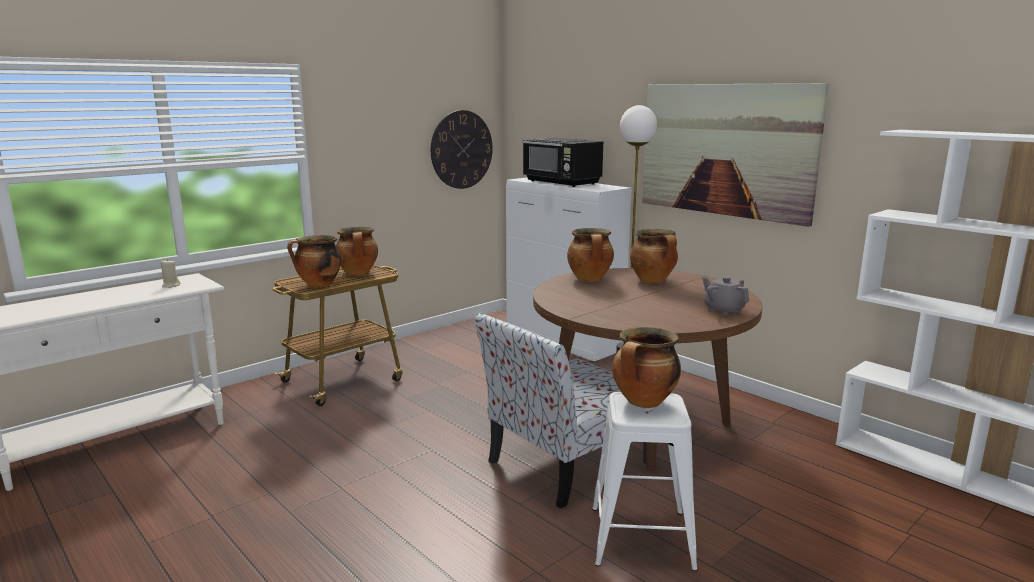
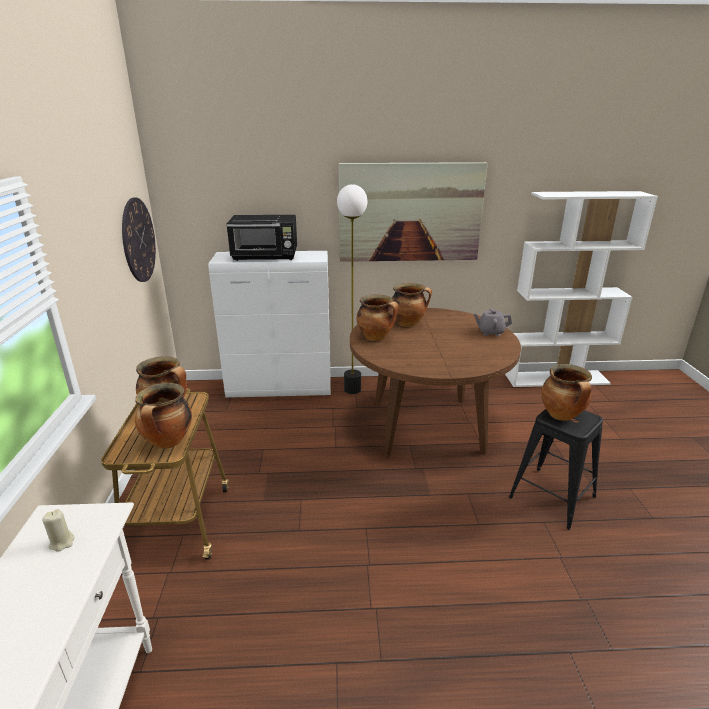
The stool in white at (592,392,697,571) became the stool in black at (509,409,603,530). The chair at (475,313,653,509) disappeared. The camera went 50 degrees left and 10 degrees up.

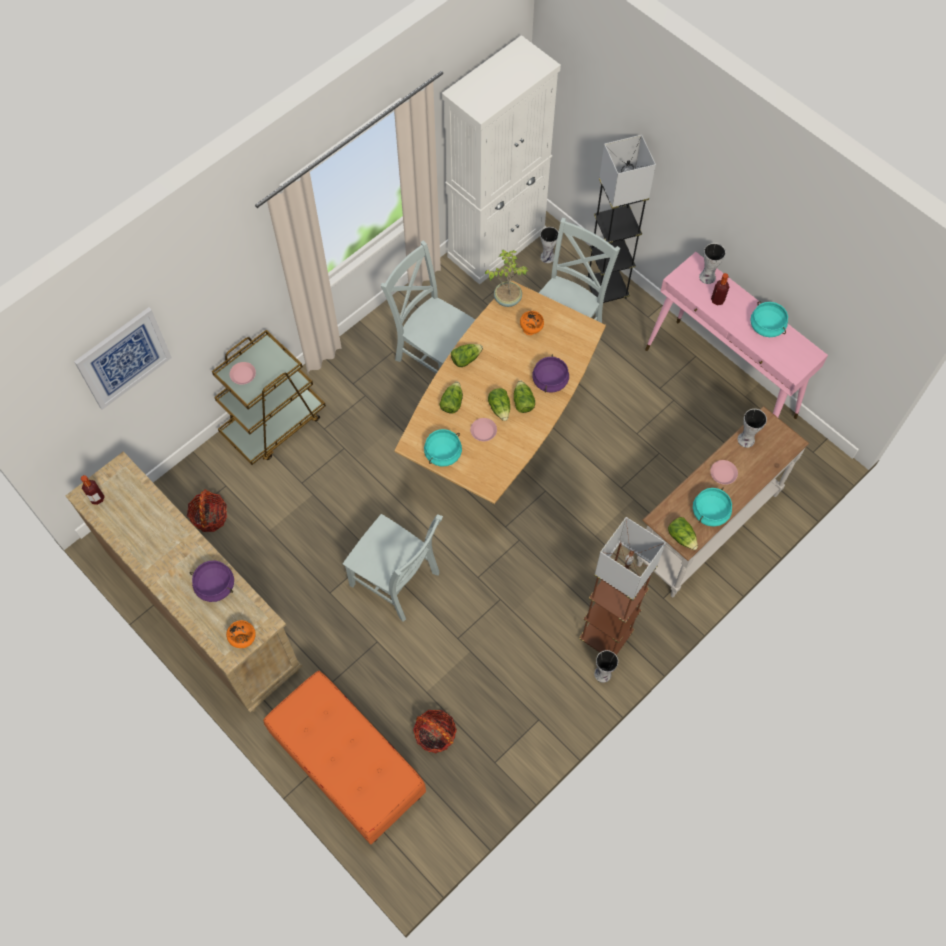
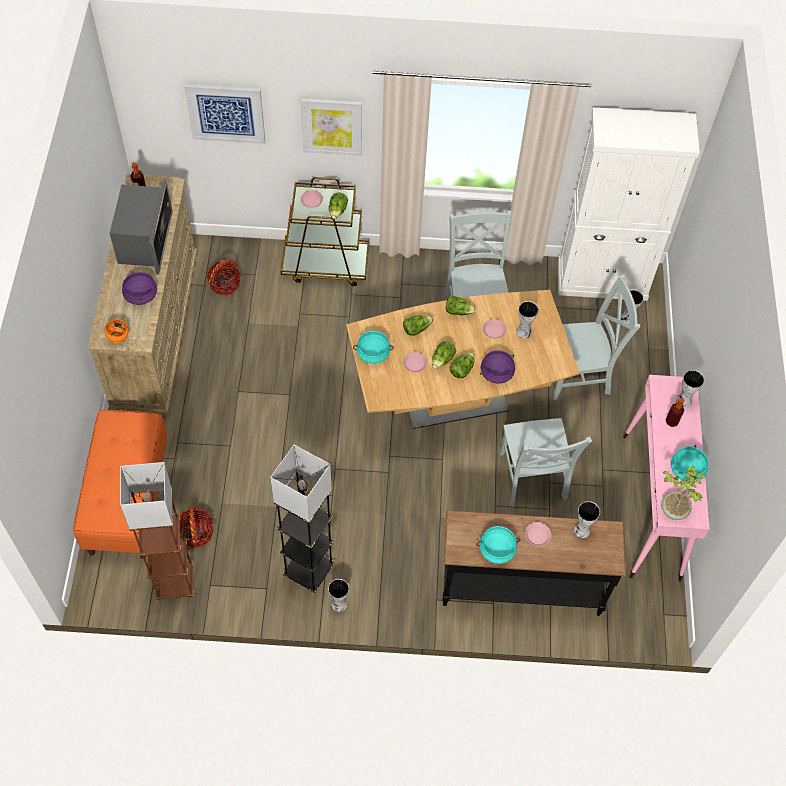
The microwave at (110,179,173,275) appeared. The floor lamp in brown moved from (579,517,666,655) to (120,462,194,600). The floor lamp in grey moved from (587,135,656,303) to (270,445,335,593). The picture at (301,98,362,156) appeared. The lettuce moved from (668,517,698,550) to (329,192,348,219). The console table in white at (637,406,809,597) became the console table in black at (443,510,626,616). The plate in pink at (483,319,507,339) appeared. The chair in grey moved from (343,514,443,622) to (499,418,592,507). The bowl in orange at (520,311,544,335) was replaced by the vase at (516,301,539,339). The potted plant moved from (485,250,528,307) to (661,466,706,520). The camera went 45 degrees right and 5 degrees down.

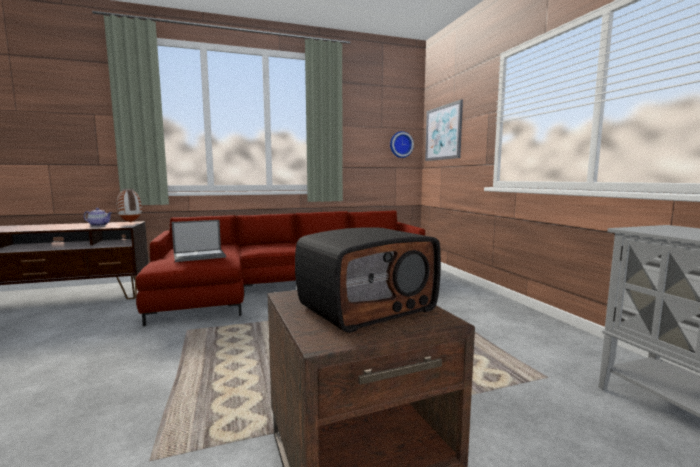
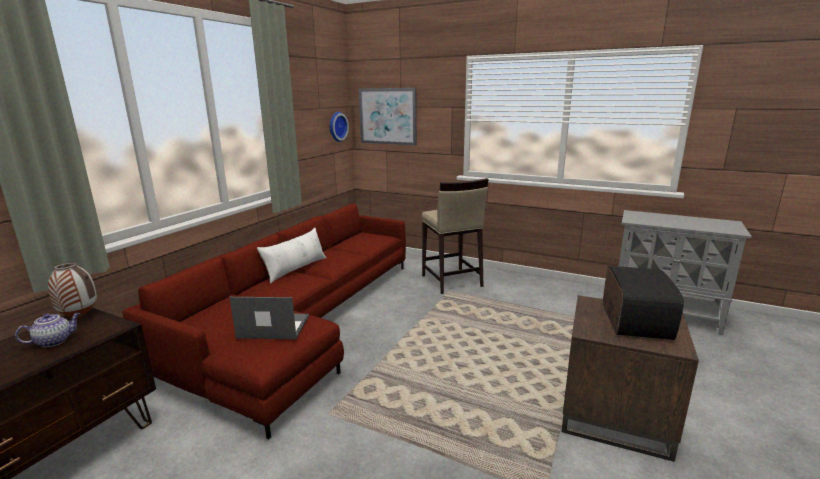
The laptop at (171,220,226,262) turned 105 degrees counterclockwise. The pillow in white at (257,228,326,284) appeared. The stool in beige at (422,178,489,294) appeared. The camera went 45 degrees left and 10 degrees up.

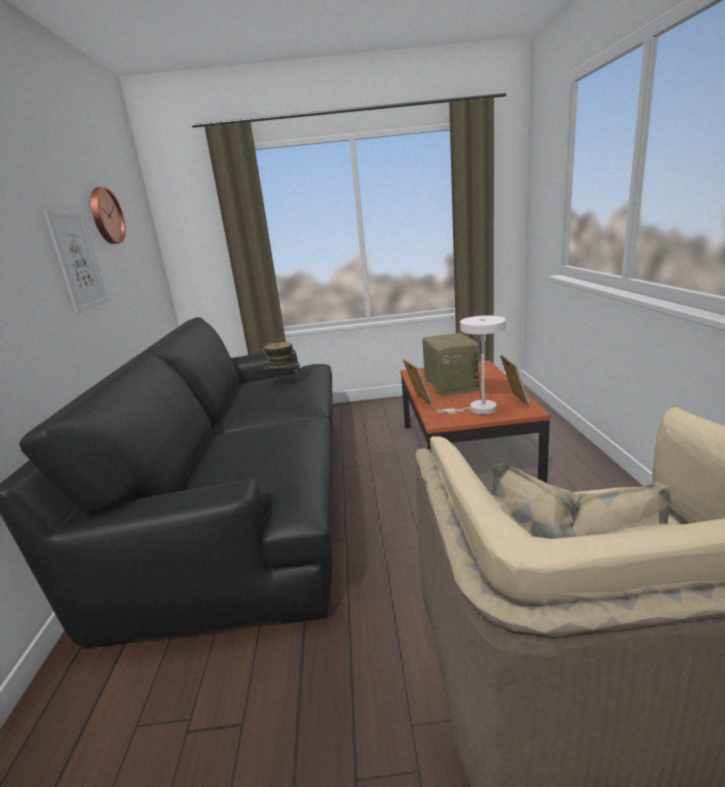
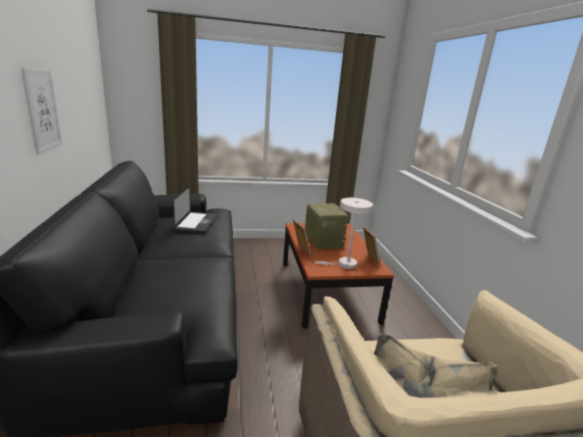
The hat at (262,338,302,380) was replaced by the laptop at (173,186,217,233). The wall clock at (91,187,126,244) disappeared. The camera went 10 degrees left and 0 degrees up.

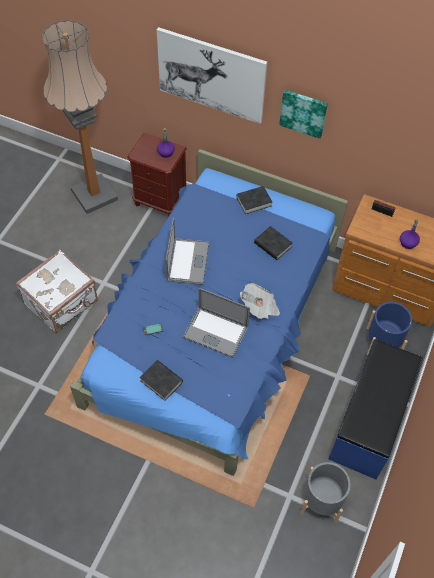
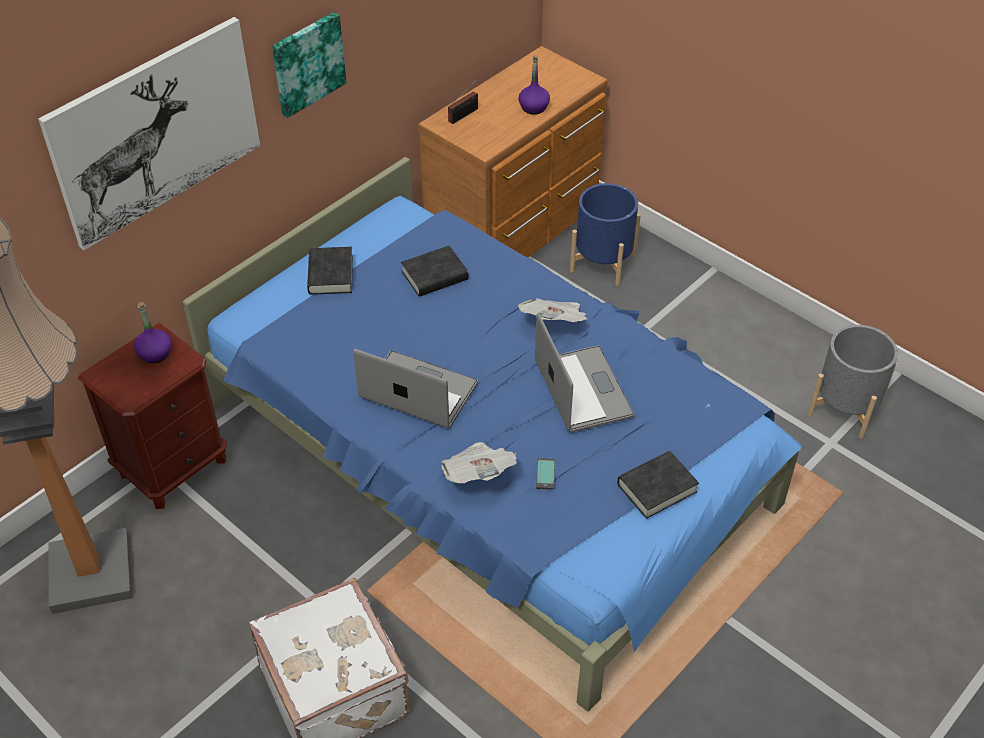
The newspaper at (441,442,517,483) appeared. The laptop at (183,288,250,358) turned 60 degrees counterclockwise. The bench in blue at (329,339,423,479) disappeared. The camera went 70 degrees left and 10 degrees down.

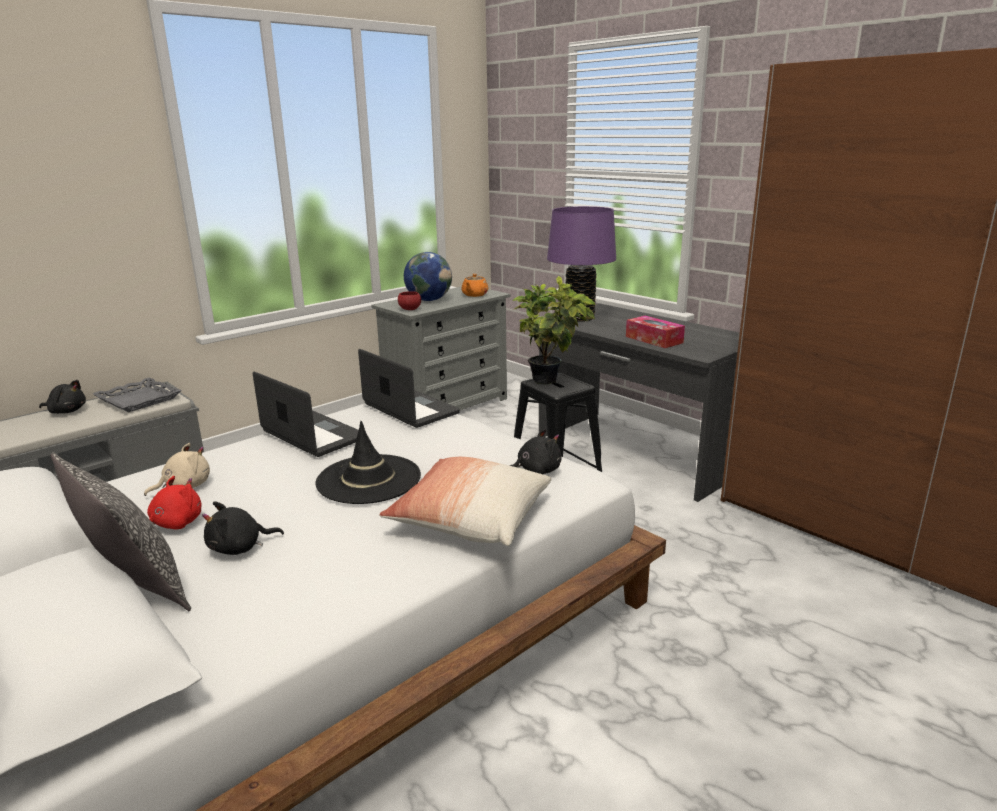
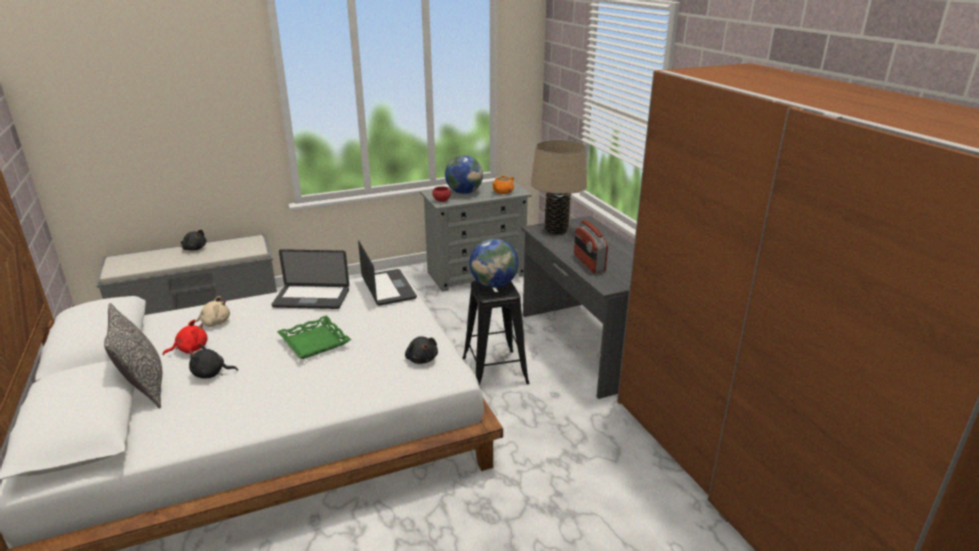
The laptop at (253,372,367,457) turned 120 degrees clockwise. The hat in black at (315,421,421,504) was replaced by the tray in green at (277,316,351,359). The plush toy in black at (509,429,561,474) turned 60 degrees clockwise. The potted plant at (512,276,595,384) was replaced by the globe at (469,238,519,288). The table lamp in purple at (547,206,616,322) became the table lamp in beige at (531,140,587,234). The tissue box at (626,316,685,348) was replaced by the radio at (574,220,608,273). The tray in grey at (93,378,182,412) disappeared. The pillow at (379,457,551,546) disappeared. The camera went 20 degrees right and 5 degrees up.

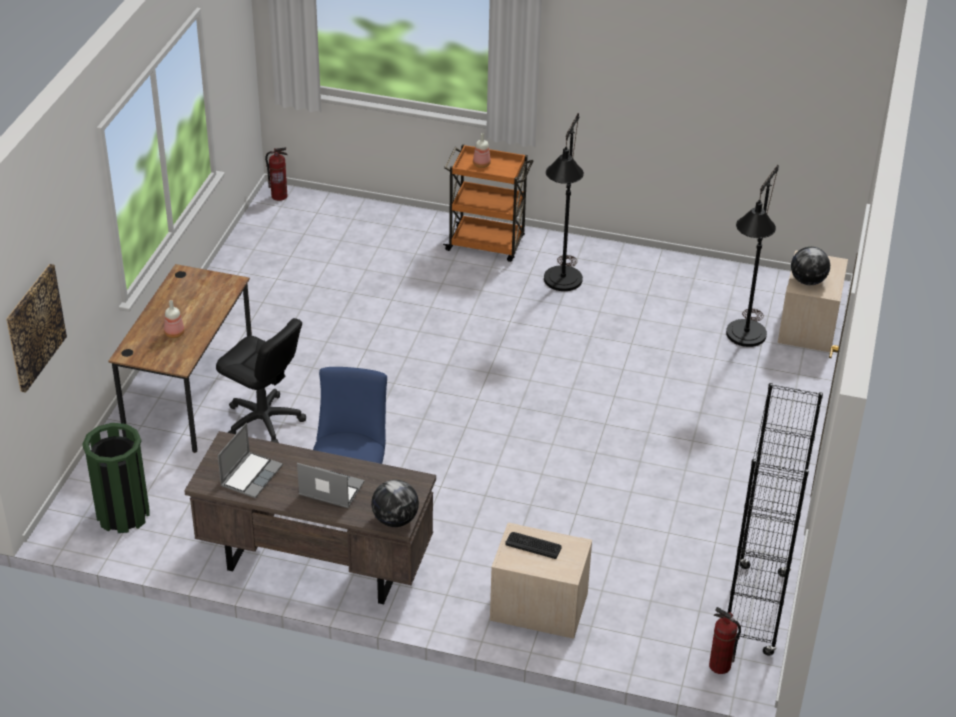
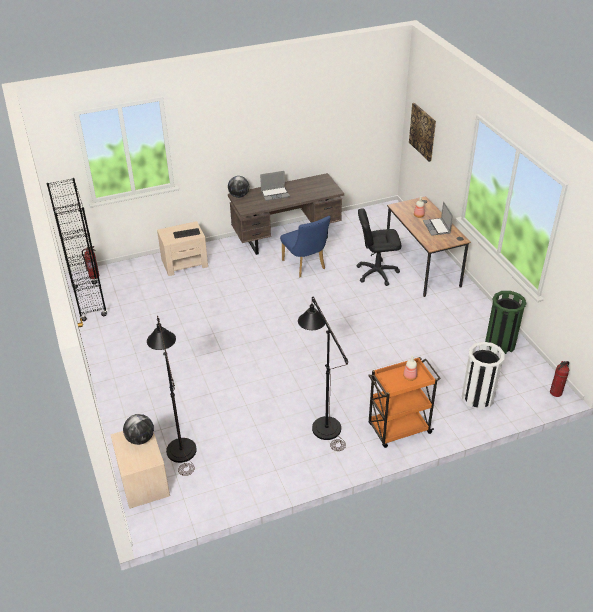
The laptop moved from (218,423,283,498) to (423,201,453,236). The trash can in white at (462,342,505,409) appeared. The trash can in green moved from (82,423,150,533) to (485,291,526,354). The camera went 145 degrees right and 0 degrees up.

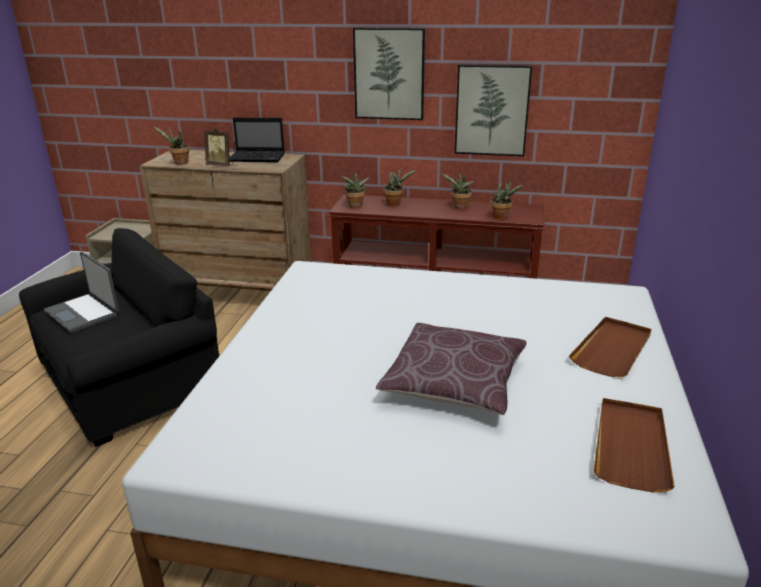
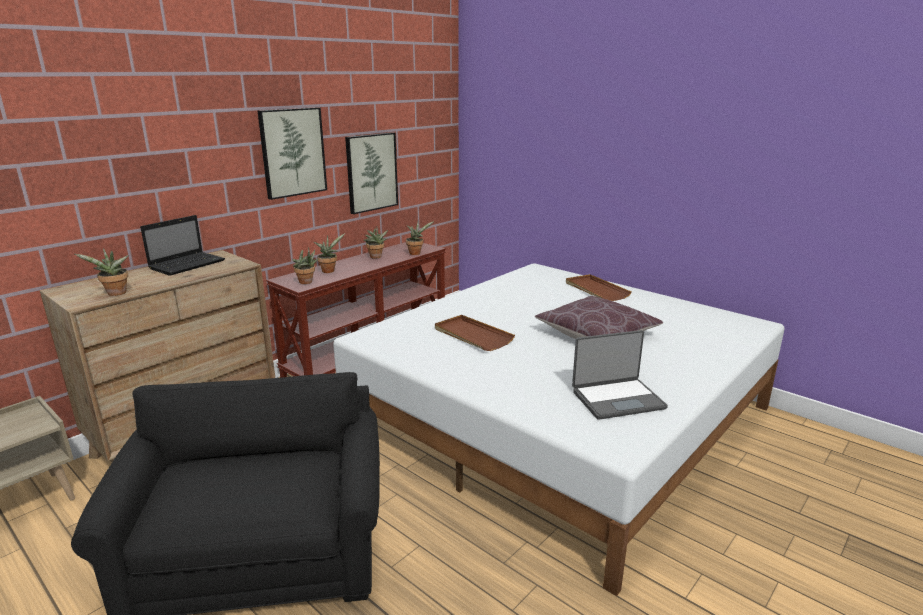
The tray in brown moved from (594,398,675,493) to (435,315,515,351). The laptop moved from (44,252,119,333) to (572,330,668,420). The picture frame at (204,127,233,166) disappeared. The camera went 60 degrees left and 5 degrees down.

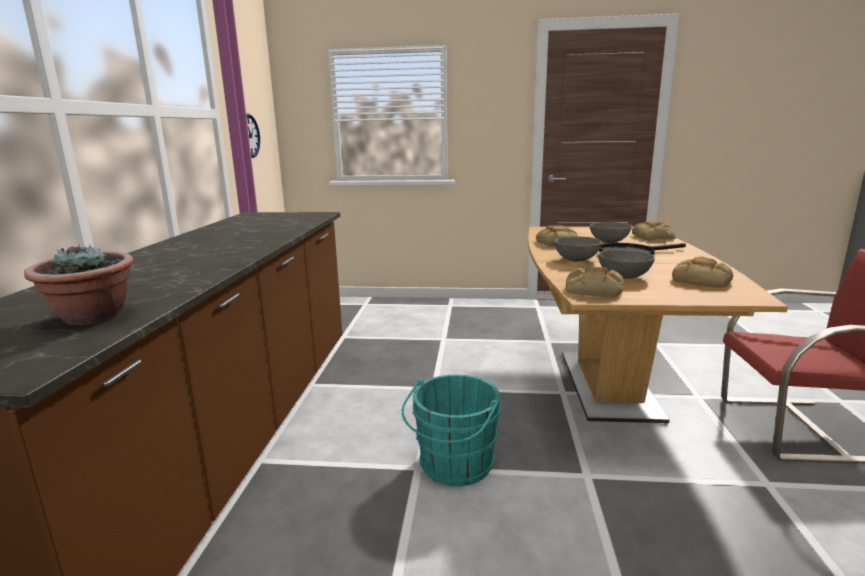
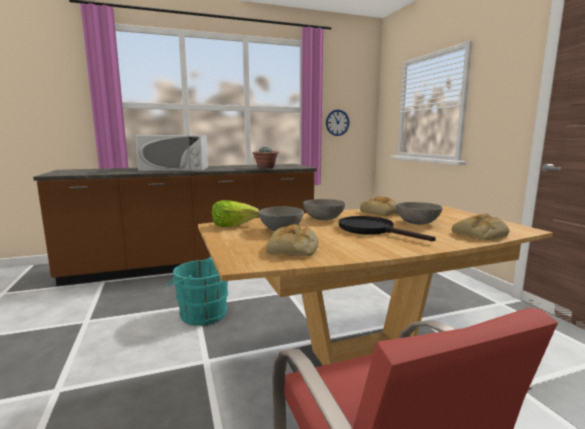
The microwave in white at (135,135,208,171) appeared. The bread at (566,267,624,298) was replaced by the lettuce at (212,200,259,227). The potted plant moved from (24,244,134,325) to (252,147,279,169). The camera went 65 degrees right and 5 degrees down.

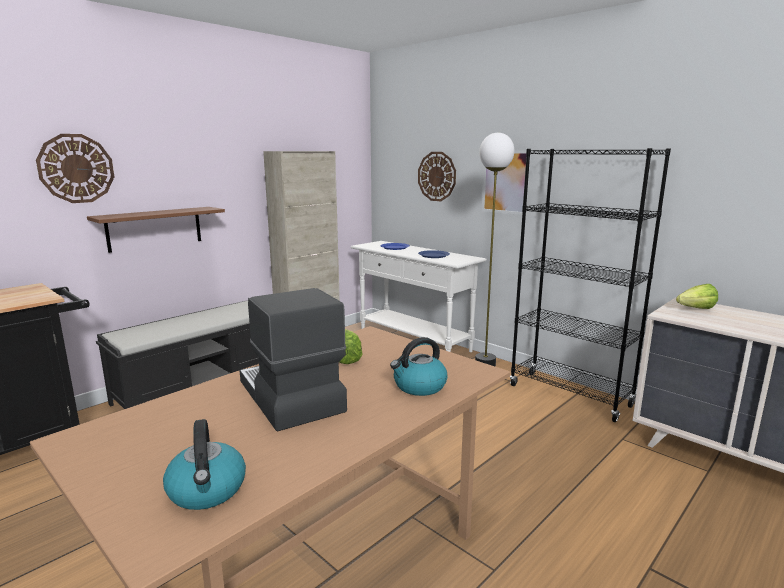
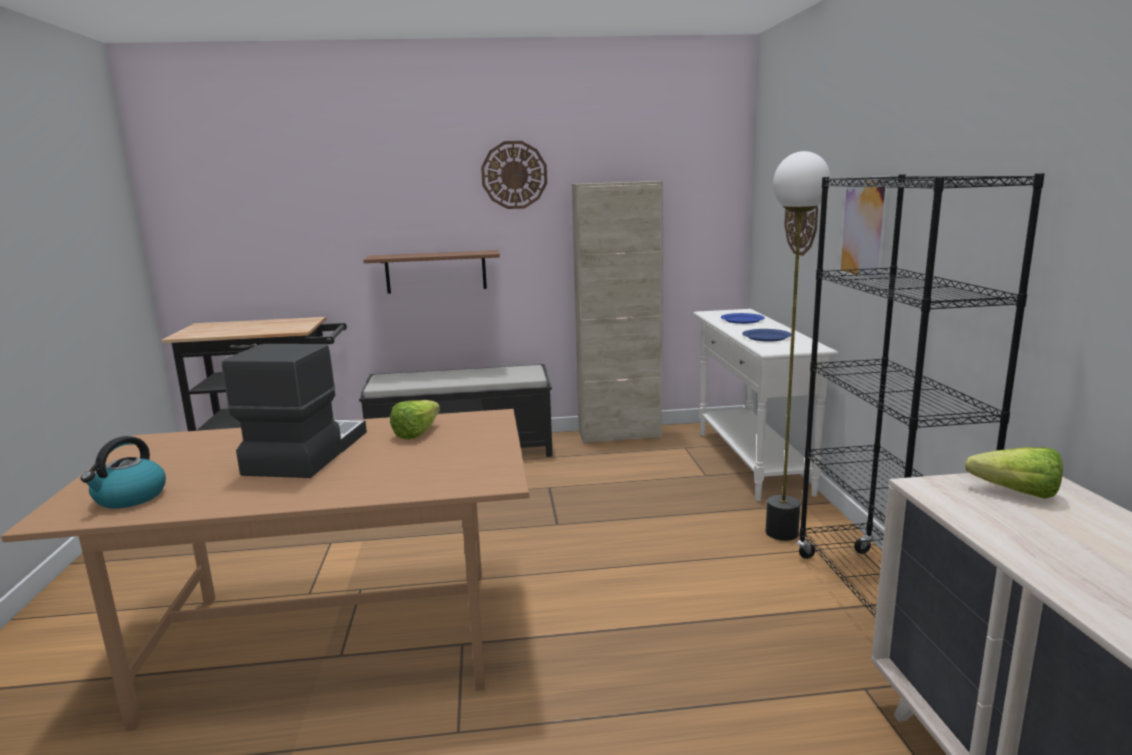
The wall clock moved from (36,134,114,203) to (481,141,547,209). The kettle at (390,337,447,396) disappeared. The camera went 40 degrees right and 0 degrees up.

